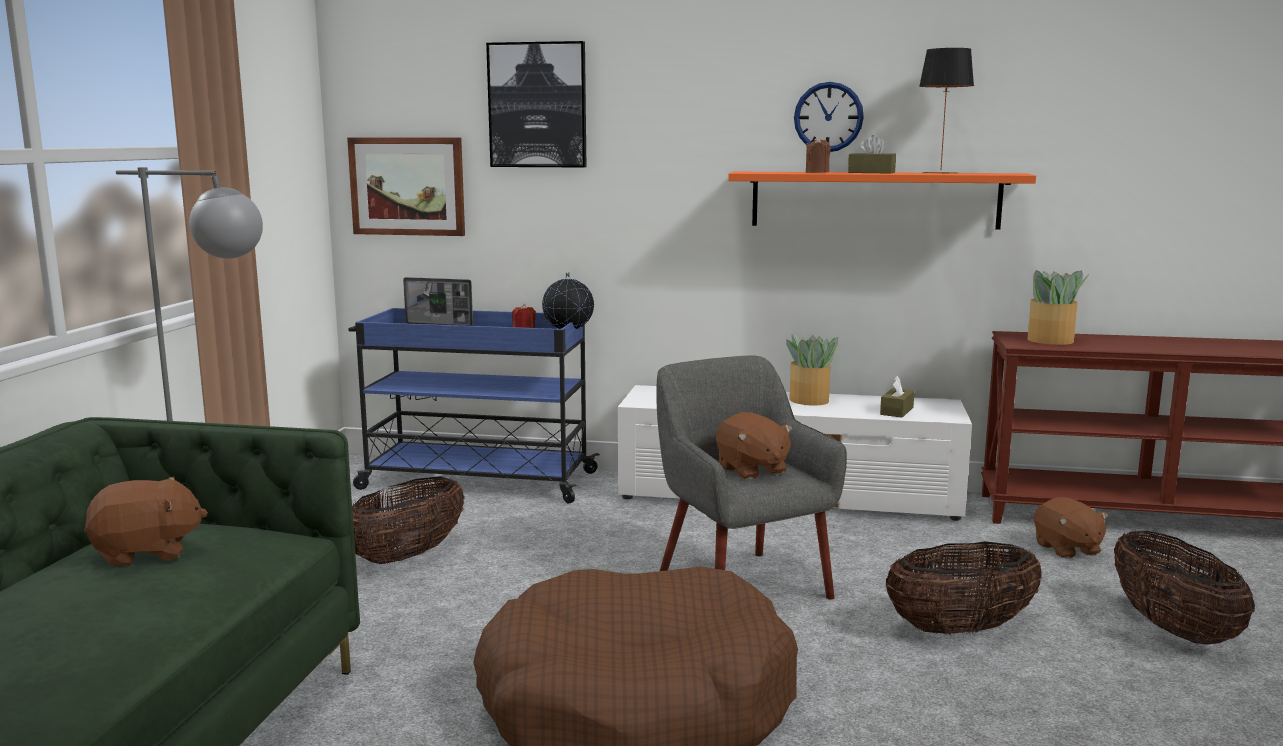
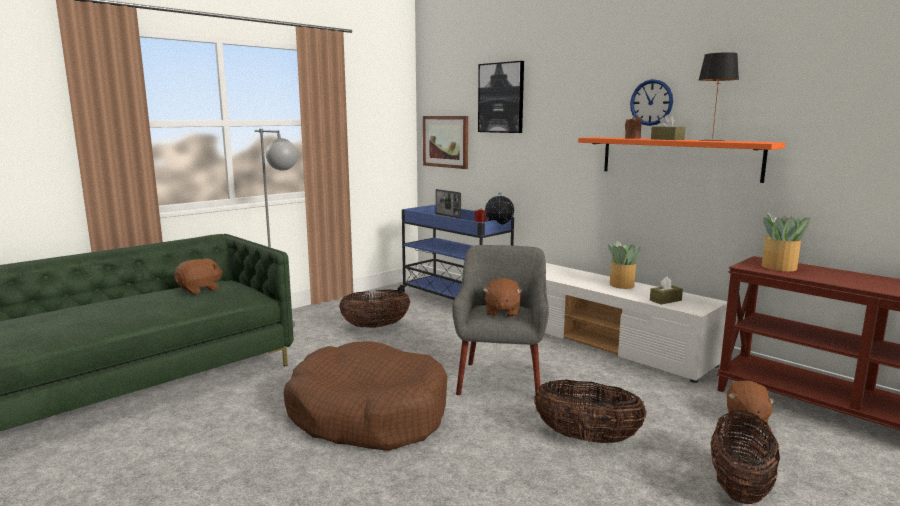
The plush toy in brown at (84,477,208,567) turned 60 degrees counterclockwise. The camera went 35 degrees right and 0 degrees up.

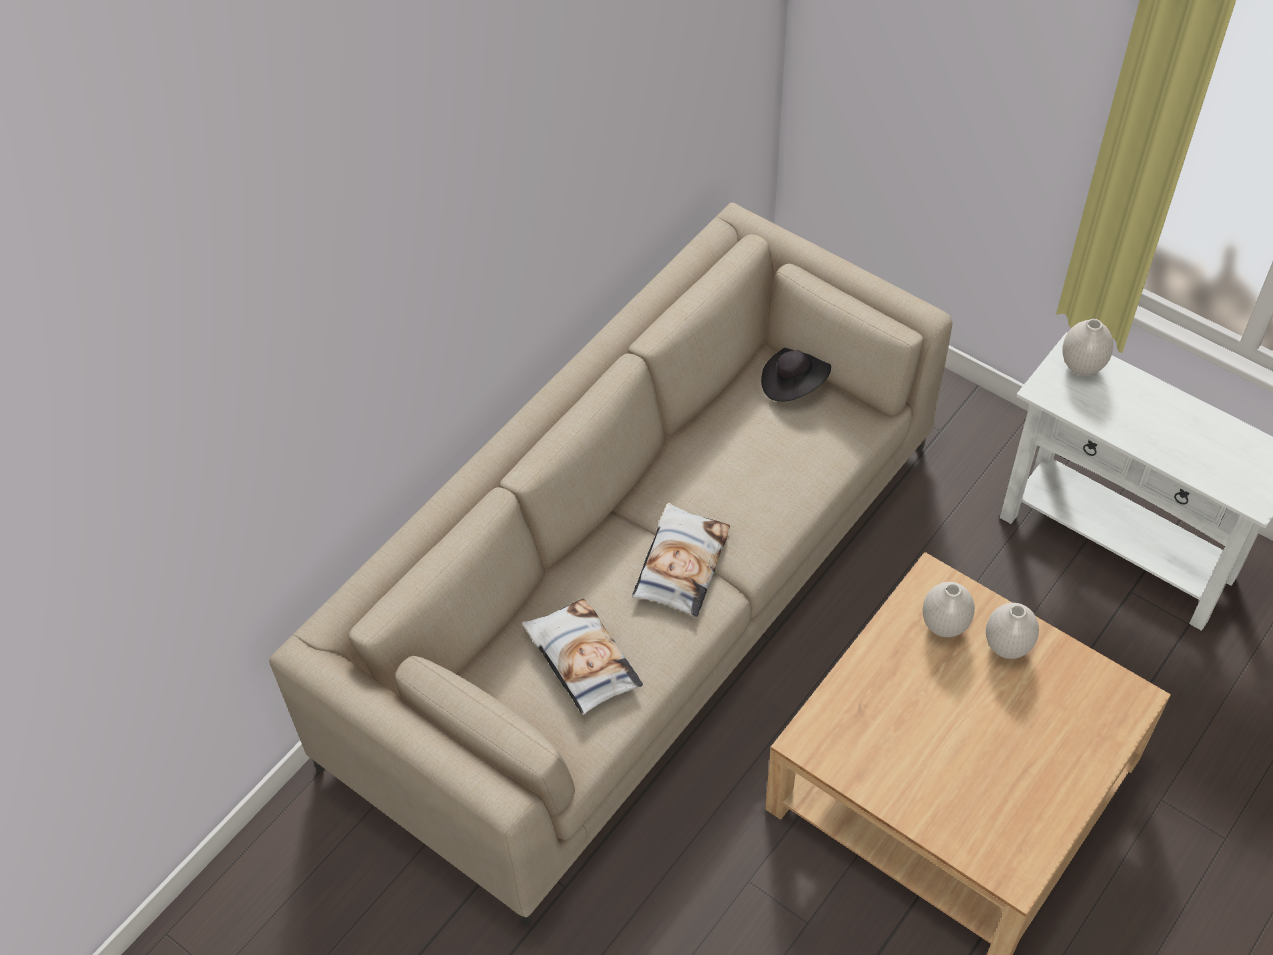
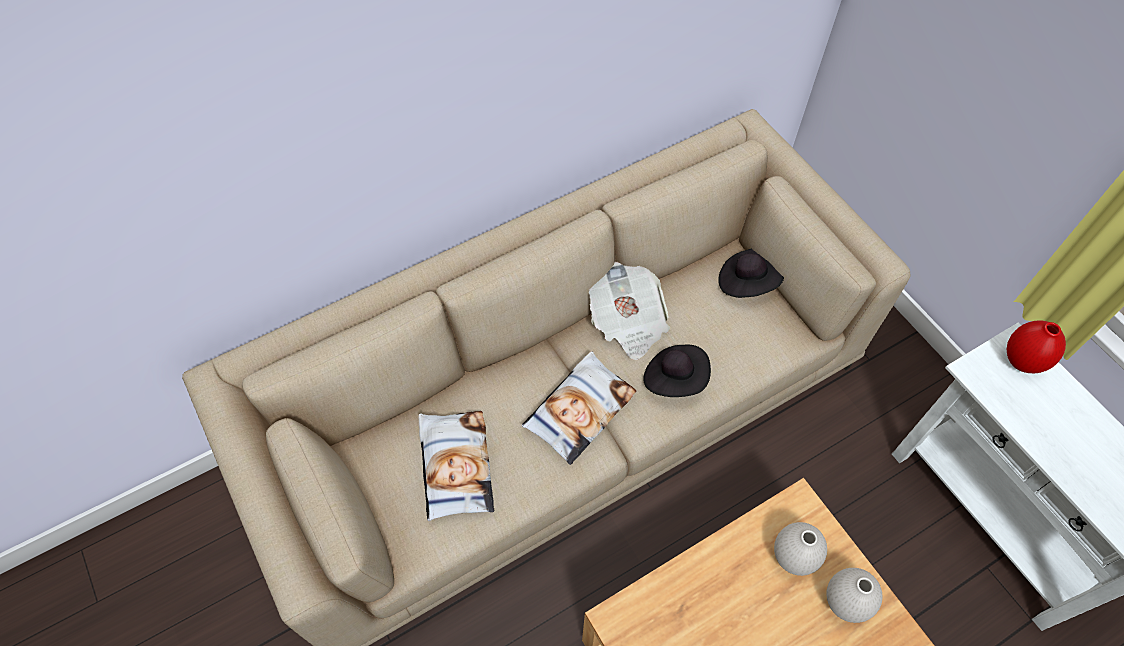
The newspaper at (589,262,670,360) appeared. The hat in black at (643,345,711,397) appeared. The vase in white at (1062,319,1113,376) became the vase in red at (1007,320,1066,373). The camera went 20 degrees right and 5 degrees up.

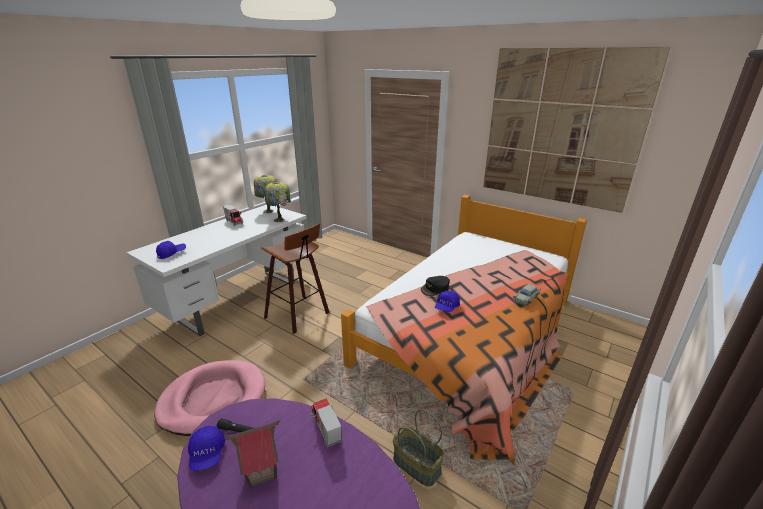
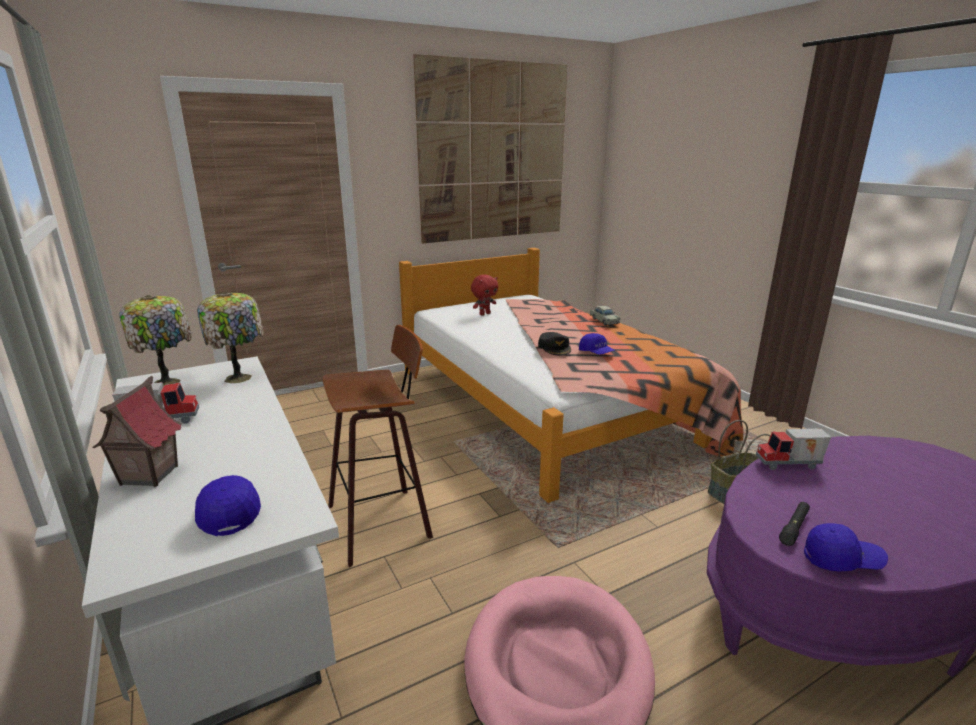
The toy house moved from (224,420,280,488) to (92,376,182,487). The plush toy in red at (471,275,498,315) appeared. The camera went 65 degrees left and 5 degrees down.

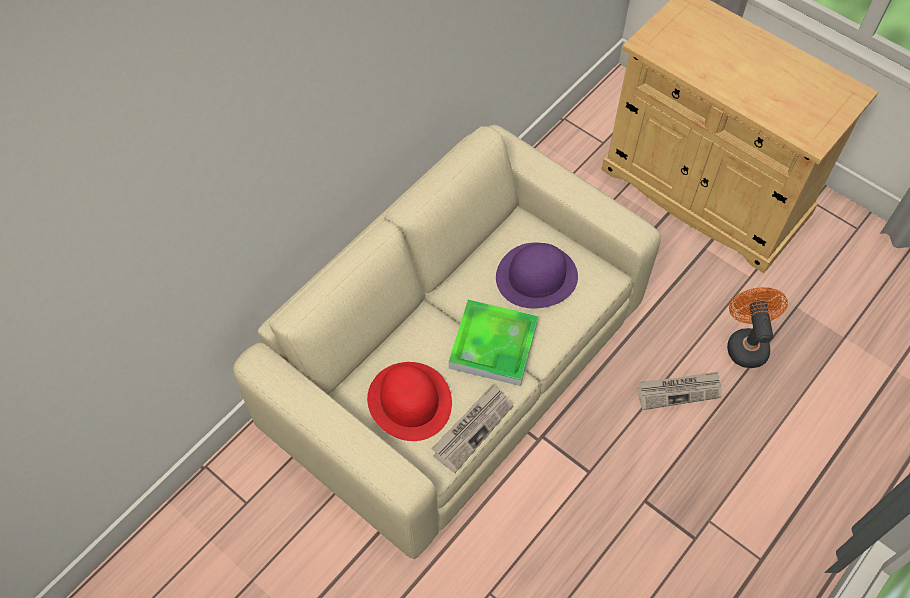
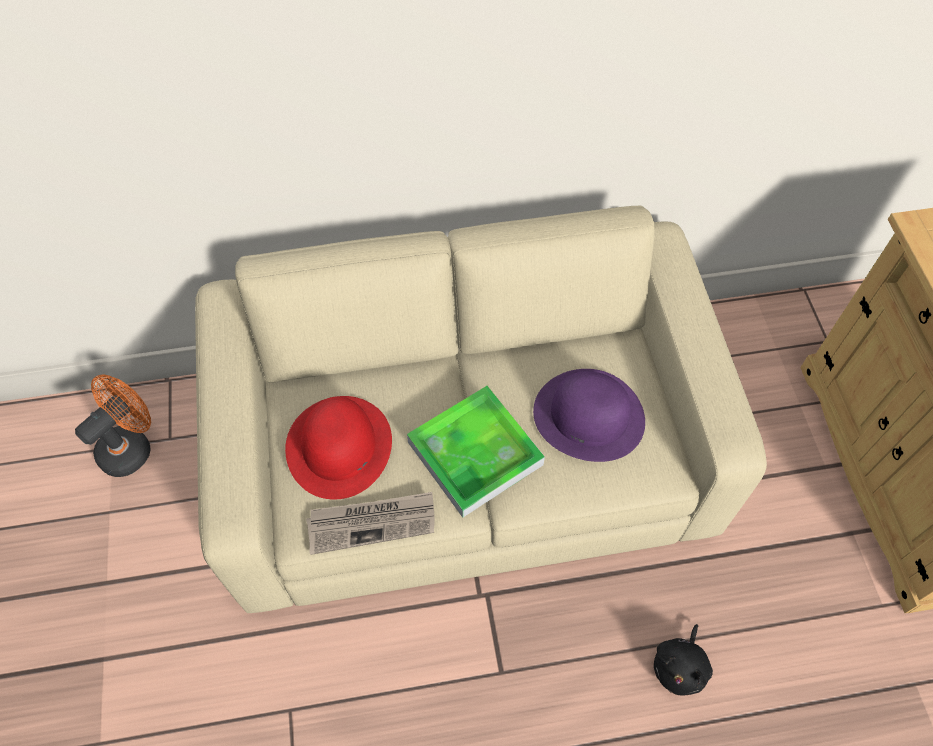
The fan in orange moved from (727,287,788,368) to (75,374,151,477). The newspaper at (637,372,722,410) was replaced by the plush toy in black at (653,624,713,696). The camera went 40 degrees right and 0 degrees up.

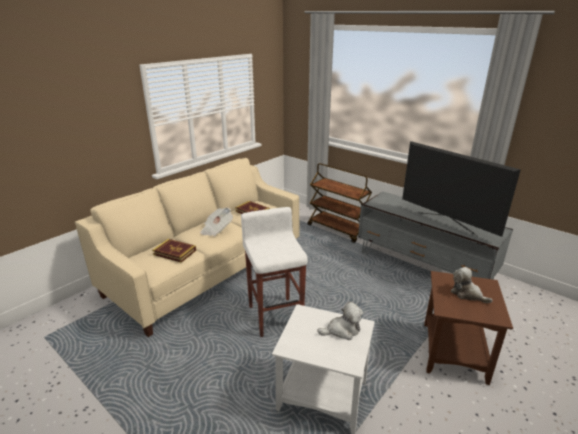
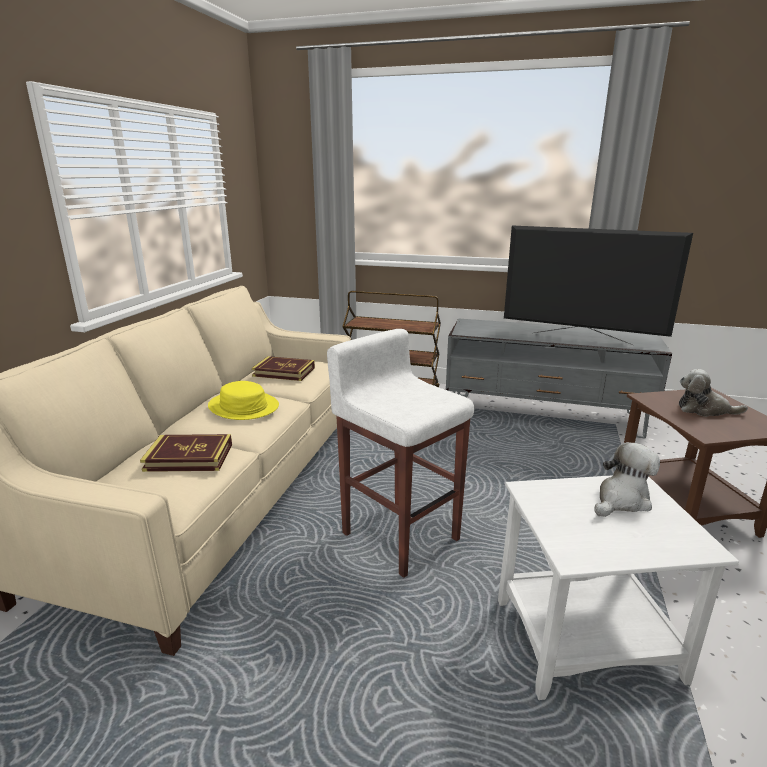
The newspaper at (200,207,233,236) was replaced by the hat in yellow at (208,381,279,420). The camera went 25 degrees left and 5 degrees down.

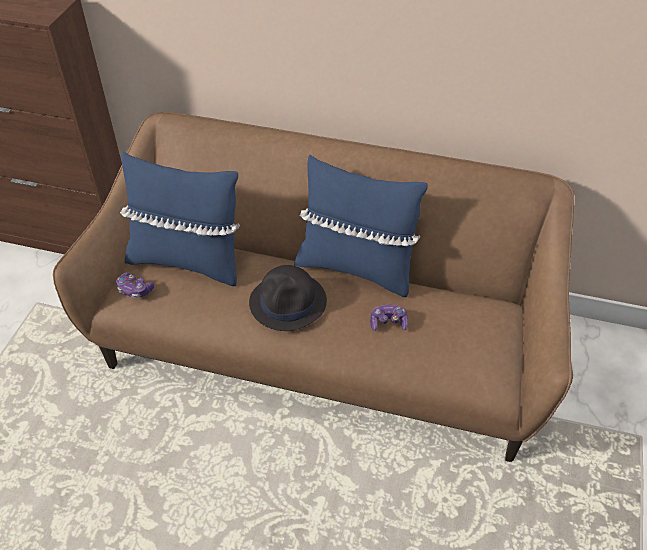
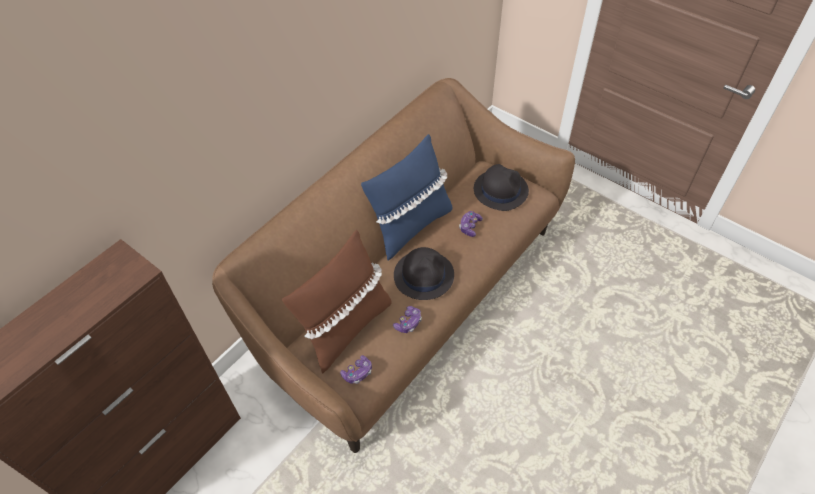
The pillow in blue at (120,152,240,286) became the pillow in brown at (282,230,392,374). The game controller at (393,306,422,333) appeared. The hat in black at (474,164,529,211) appeared. The camera went 65 degrees left and 5 degrees up.

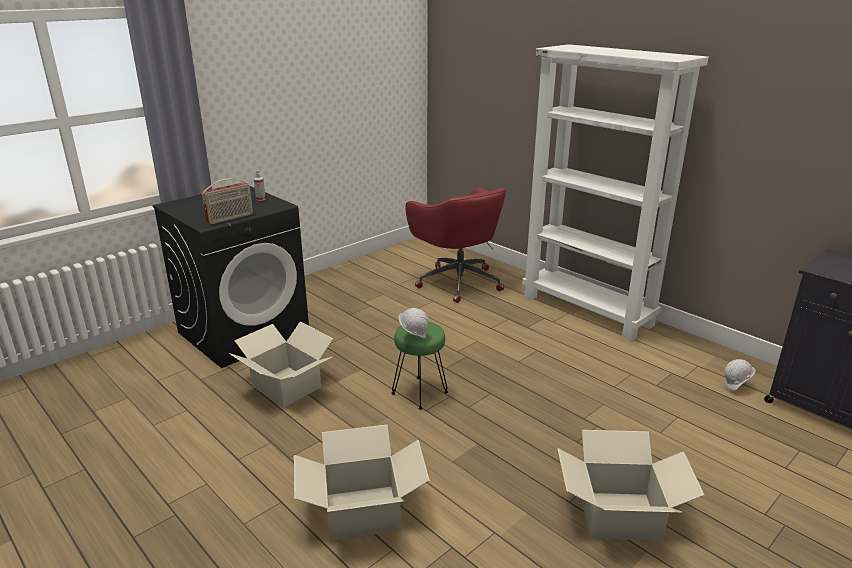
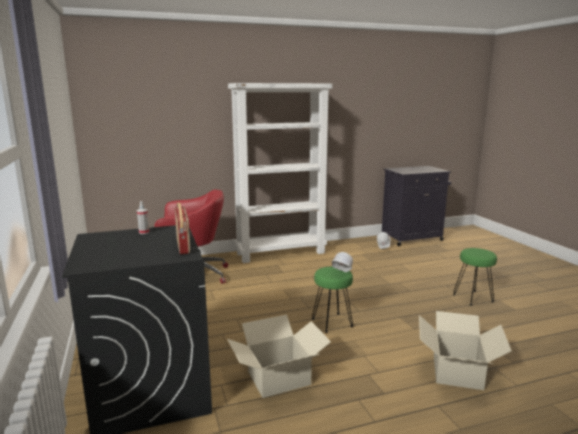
The cardboard box at (557,430,704,541) was replaced by the stool in green at (453,248,497,306). The camera went 65 degrees left and 10 degrees down.

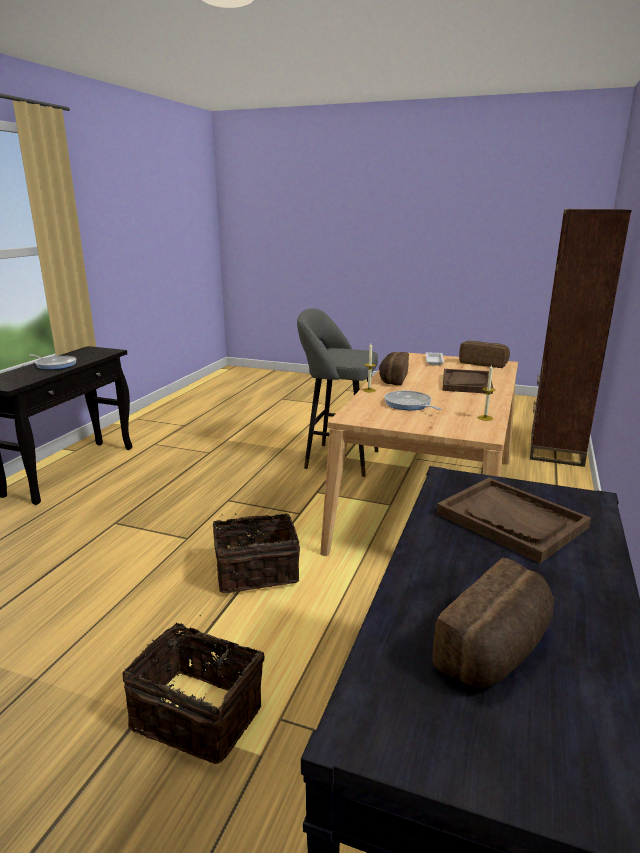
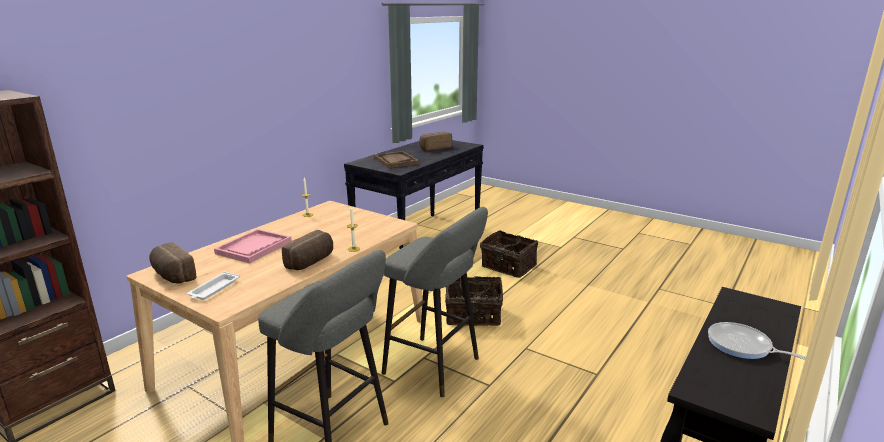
The tray in brown at (442,369,493,394) became the tray in pink at (214,229,292,263). The stool in grey at (382,207,488,397) appeared. The frying pan at (384,391,442,410) disappeared. The camera went 165 degrees left and 0 degrees up.

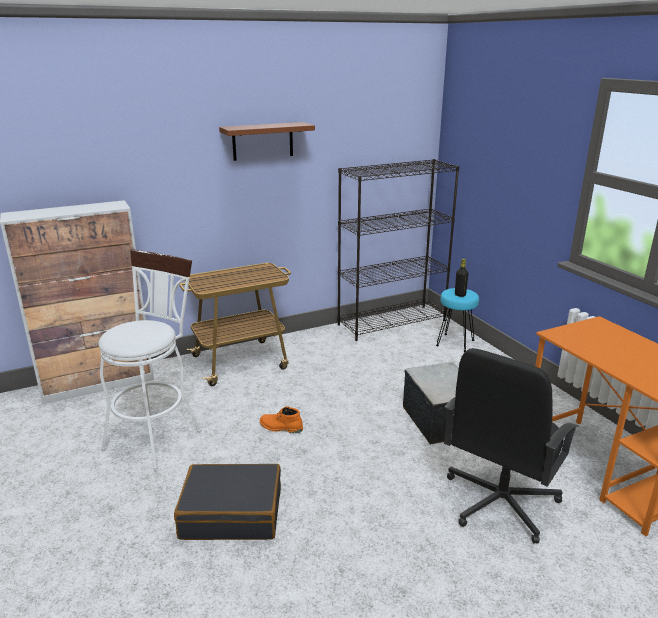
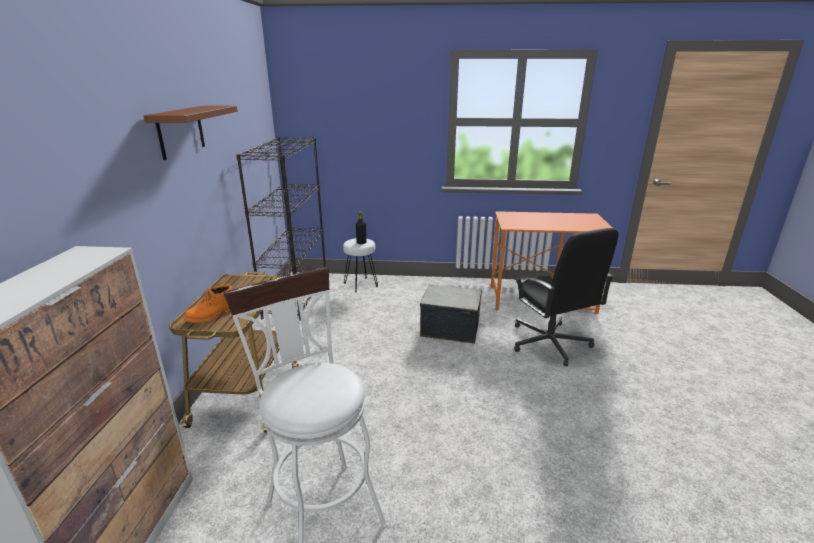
The boot in orange moved from (260,406,303,433) to (183,284,232,323). The stool in turquoise at (436,288,479,352) became the stool in white at (343,238,378,292). The suitcase in black at (174,464,281,540) disappeared. The camera went 60 degrees left and 0 degrees up.

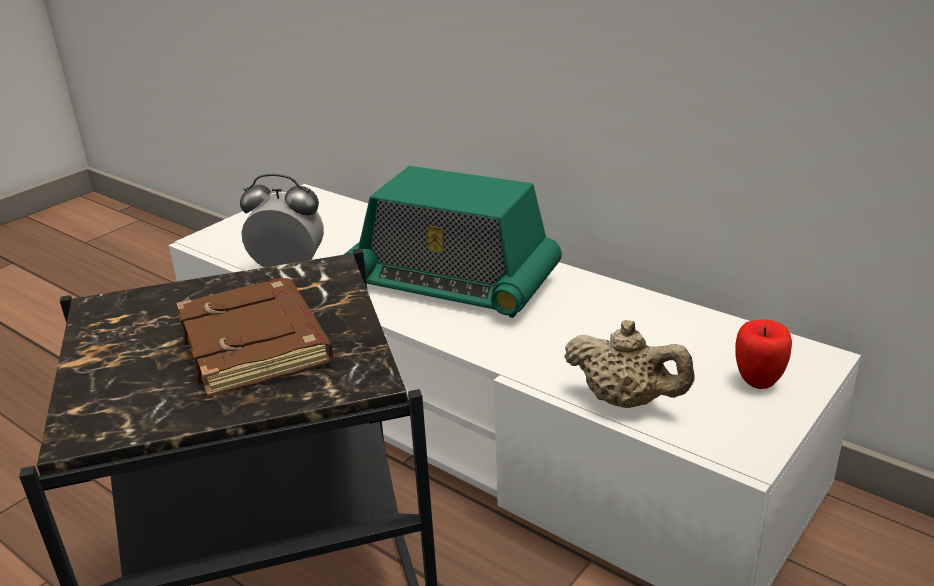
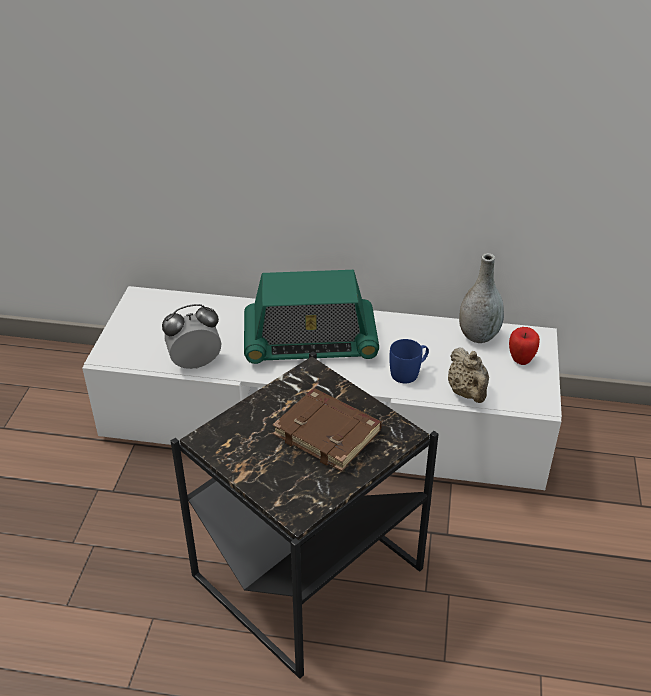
The mug in blue at (389,339,429,383) appeared. The teapot in beige at (564,320,695,408) turned 75 degrees clockwise. The vase in grey at (459,253,504,343) appeared. The camera went 30 degrees left and 10 degrees up.

